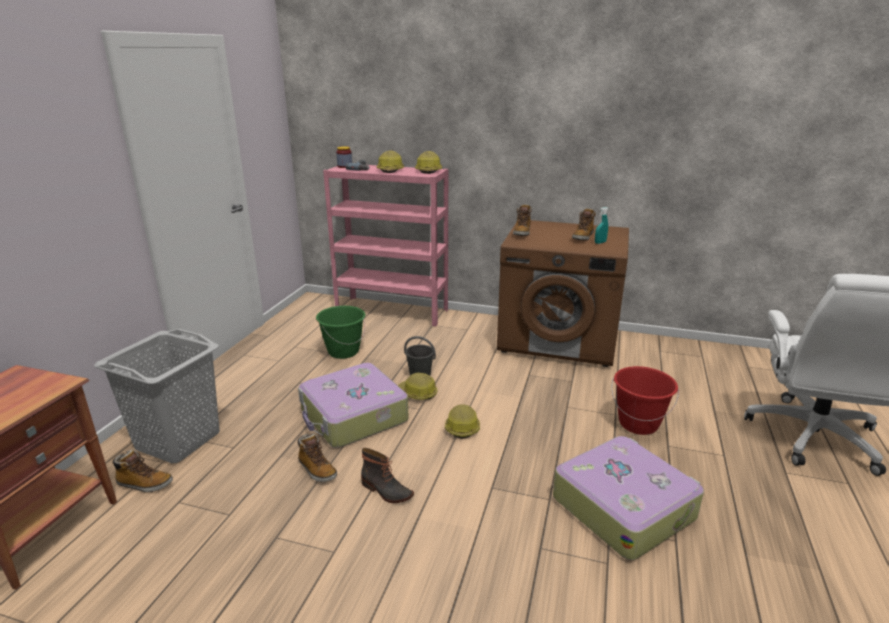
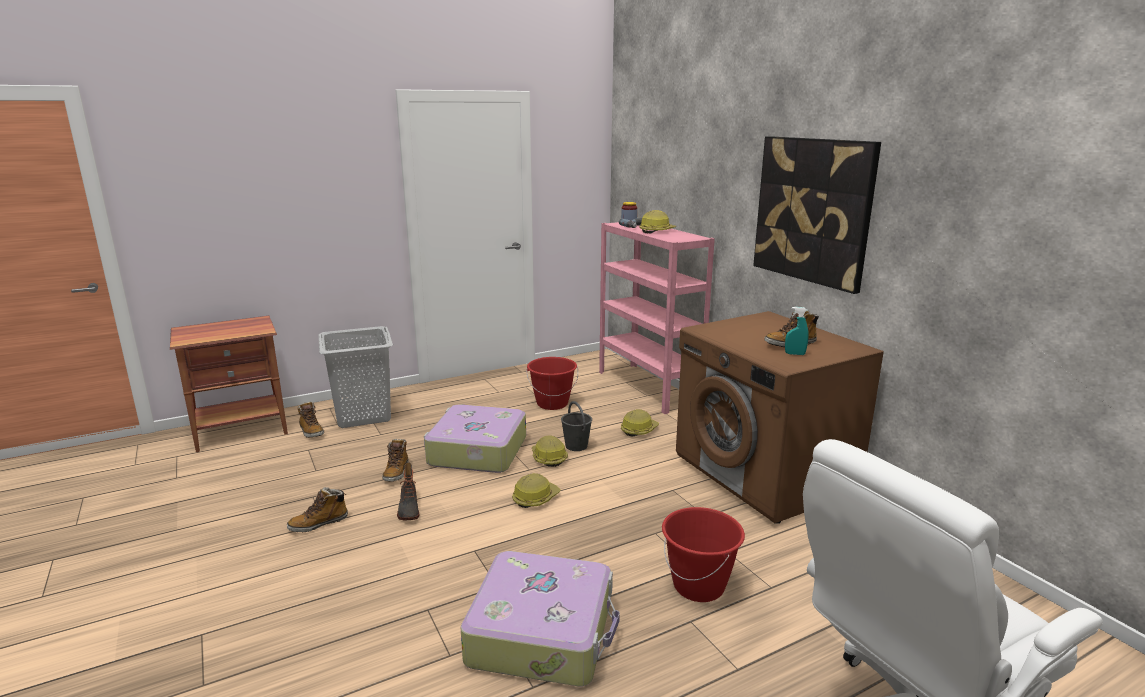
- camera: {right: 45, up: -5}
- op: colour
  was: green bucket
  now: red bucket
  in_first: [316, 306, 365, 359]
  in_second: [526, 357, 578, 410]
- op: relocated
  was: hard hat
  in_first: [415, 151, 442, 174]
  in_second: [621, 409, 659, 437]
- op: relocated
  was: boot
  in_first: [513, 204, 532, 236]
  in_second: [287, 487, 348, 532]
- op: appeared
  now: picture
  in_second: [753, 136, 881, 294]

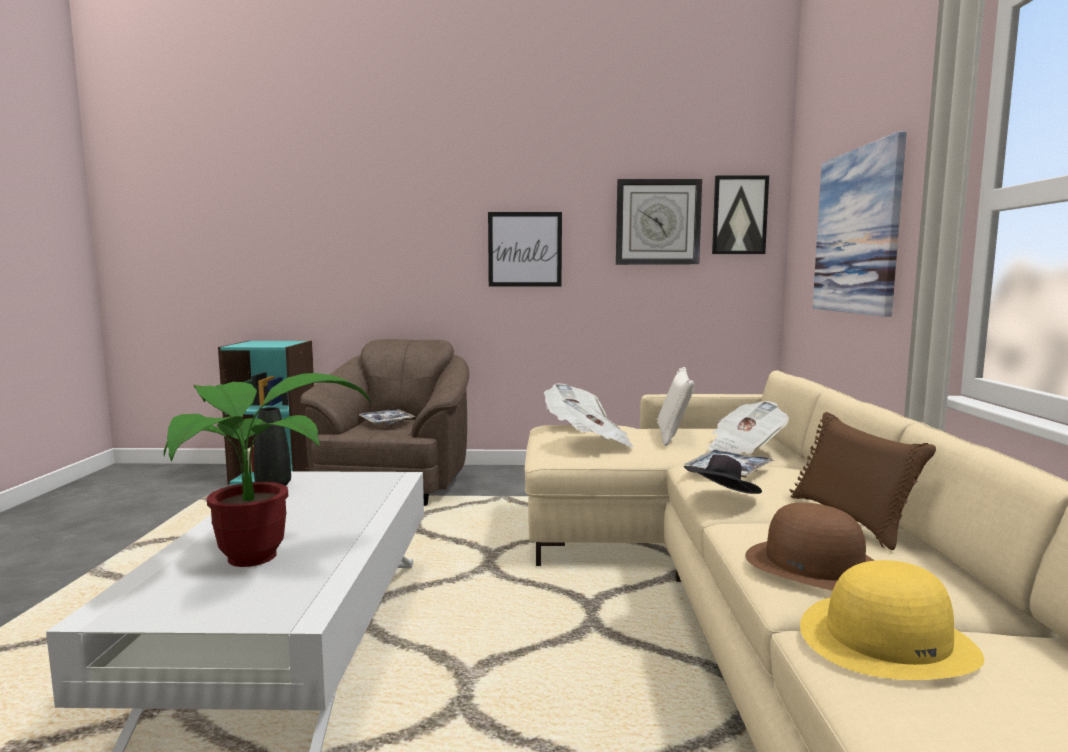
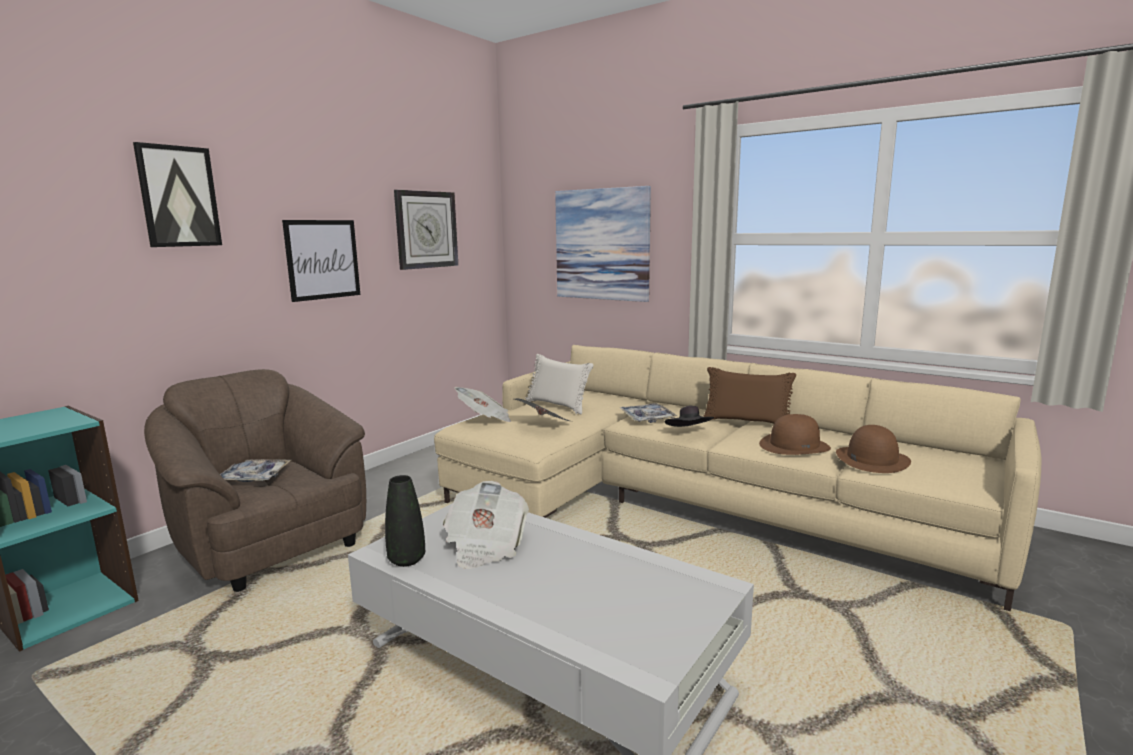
- camera: {right: -55, up: 5}
- op: missing
  was: potted plant
  in_first: [164, 373, 370, 567]
- op: relocated
  was: newspaper
  in_first: [707, 401, 789, 454]
  in_second: [443, 481, 529, 569]
- op: relocated
  was: picture
  in_first: [712, 175, 769, 254]
  in_second: [133, 142, 222, 247]
- op: colour
  was: yellow hat
  now: brown hat
  in_first: [800, 560, 984, 680]
  in_second: [836, 425, 911, 473]

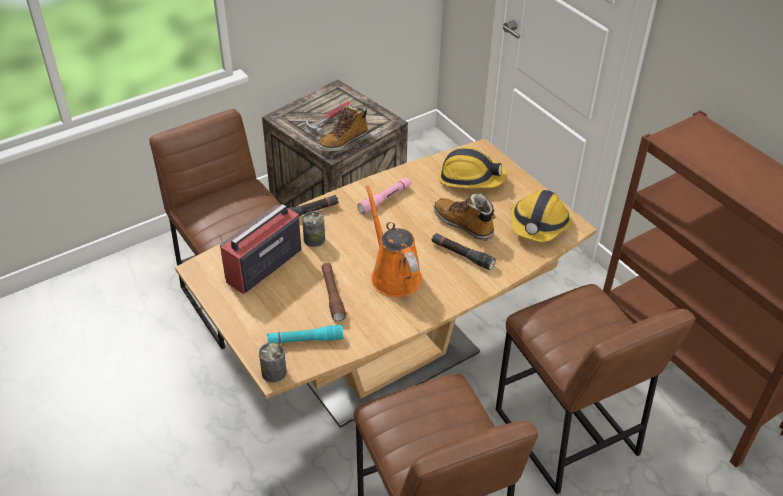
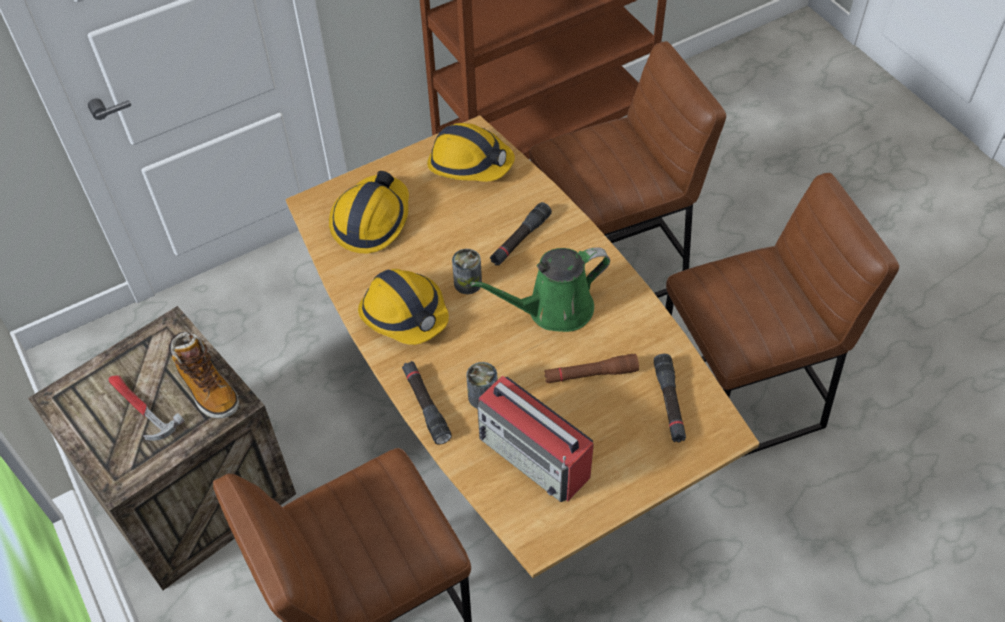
- camera: {right: -85, up: 10}
- op: relocated
  was: can
  in_first: [259, 342, 287, 383]
  in_second: [452, 249, 482, 294]
- op: colour
  was: turquoise flashlight
  now: black flashlight
  in_first: [267, 325, 343, 343]
  in_second: [654, 354, 686, 442]
- op: exchanged
  was: pink flashlight
  now: hard hat
  in_first: [357, 177, 411, 214]
  in_second: [358, 269, 449, 345]
- op: colour
  was: orange watering can
  now: green watering can
  in_first: [365, 185, 422, 297]
  in_second: [470, 247, 610, 332]
- op: missing
  was: boot
  in_first: [434, 193, 495, 240]

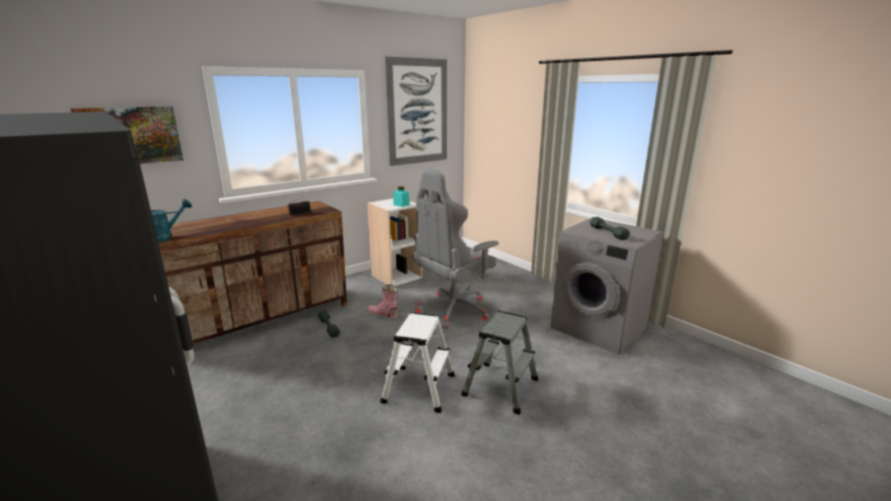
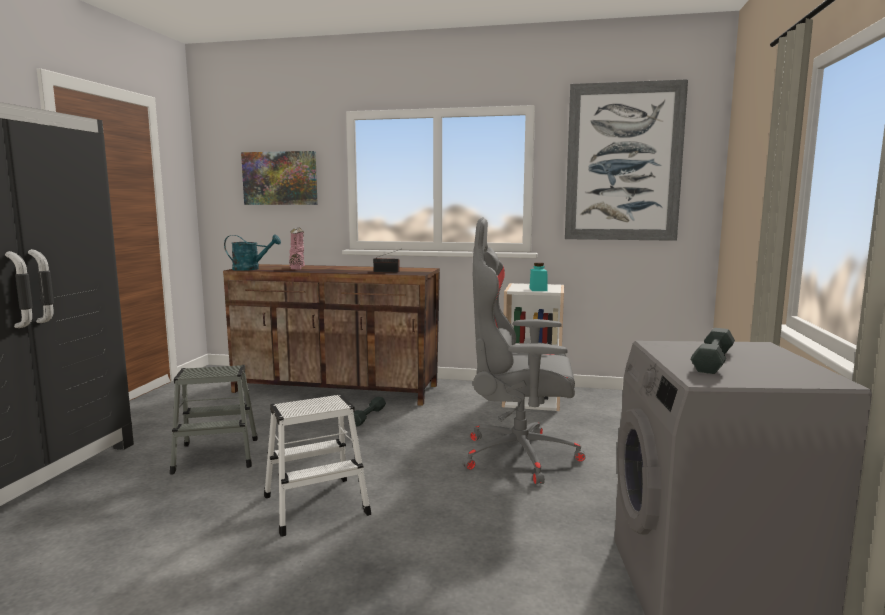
- camera: {right: 50, up: -10}
- op: relocated
  was: pink boot
  in_first: [368, 284, 398, 318]
  in_second: [289, 227, 305, 270]
- op: relocated
  was: grey step ladder
  in_first: [461, 310, 538, 415]
  in_second: [170, 365, 258, 475]

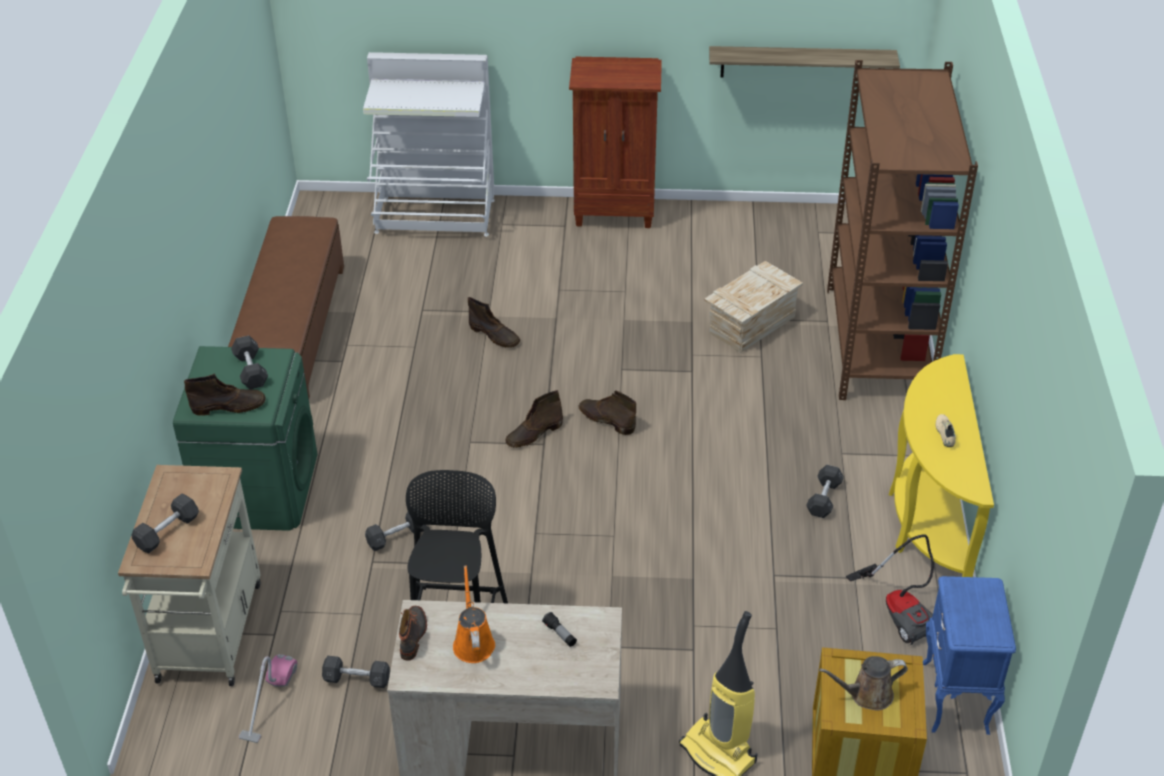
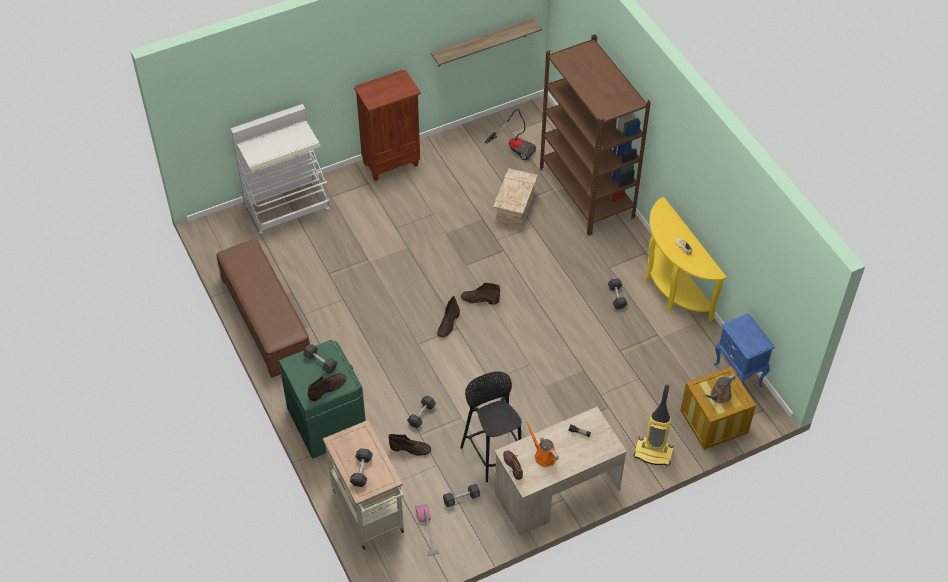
- camera: {right: -30, up: 10}
- op: relocated
  was: brown boot
  in_first: [468, 297, 520, 348]
  in_second: [389, 434, 431, 456]
- op: relocated
  was: vacuum cleaner
  in_first: [846, 534, 934, 645]
  in_second: [484, 109, 536, 160]

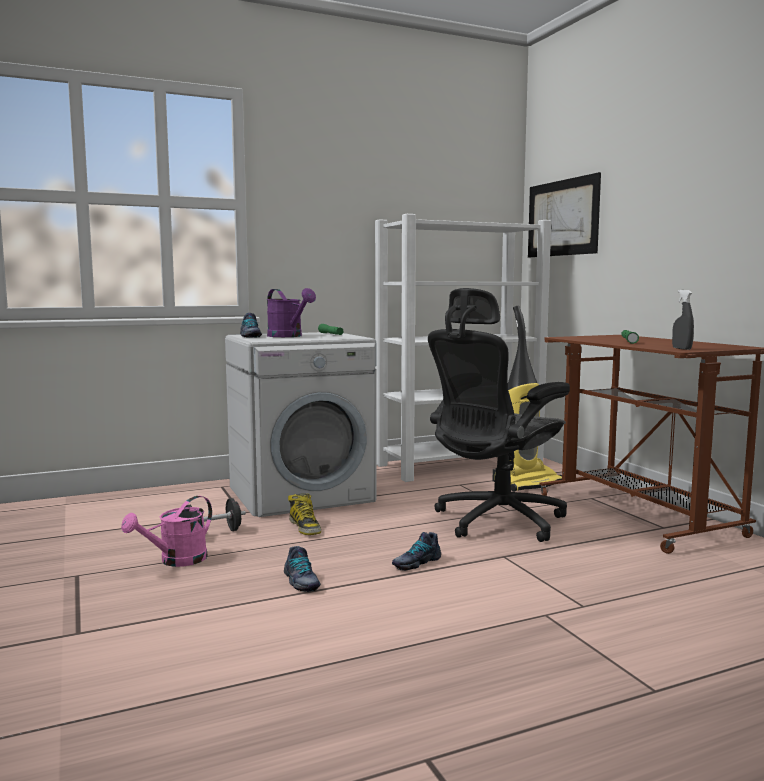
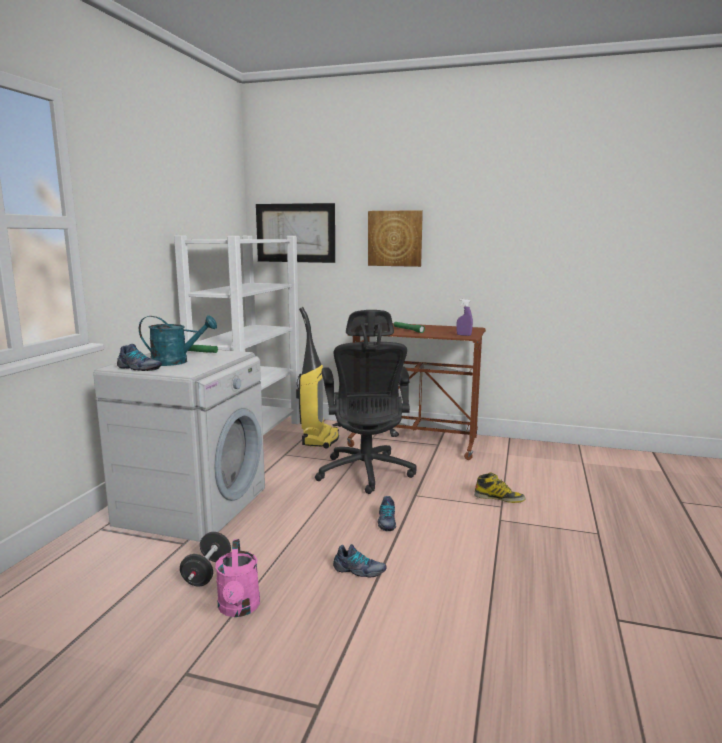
- camera: {right: -50, up: 5}
- op: colour
  was: purple watering can
  now: turquoise watering can
  in_first: [267, 288, 316, 337]
  in_second: [139, 315, 217, 366]
- op: relocated
  was: boot
  in_first: [288, 493, 321, 535]
  in_second: [474, 472, 525, 503]
- op: colour
  was: grey spray bottle
  now: purple spray bottle
  in_first: [672, 290, 694, 350]
  in_second: [456, 299, 473, 336]
- op: appeared
  now: picture
  in_second: [368, 210, 423, 267]

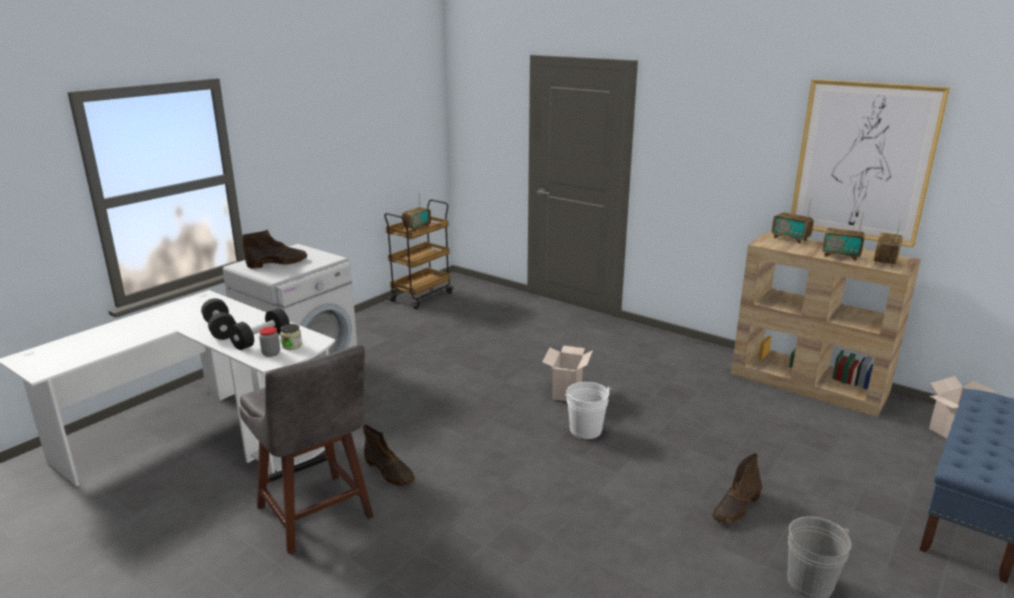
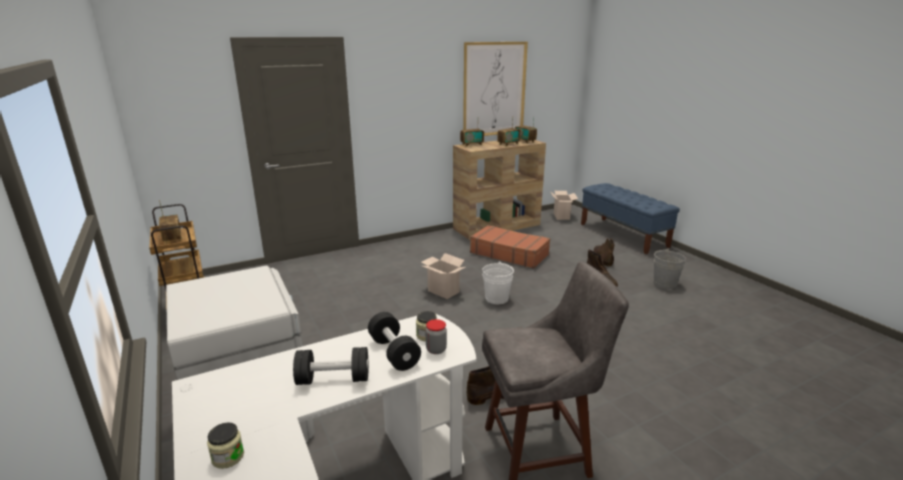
- camera: {right: -65, up: 0}
- op: relocated
  was: brown boot
  in_first: [243, 230, 307, 269]
  in_second: [594, 238, 615, 266]
- op: appeared
  now: jar
  in_second: [207, 423, 244, 469]
- op: appeared
  now: brown suitcase
  in_second: [470, 225, 550, 269]

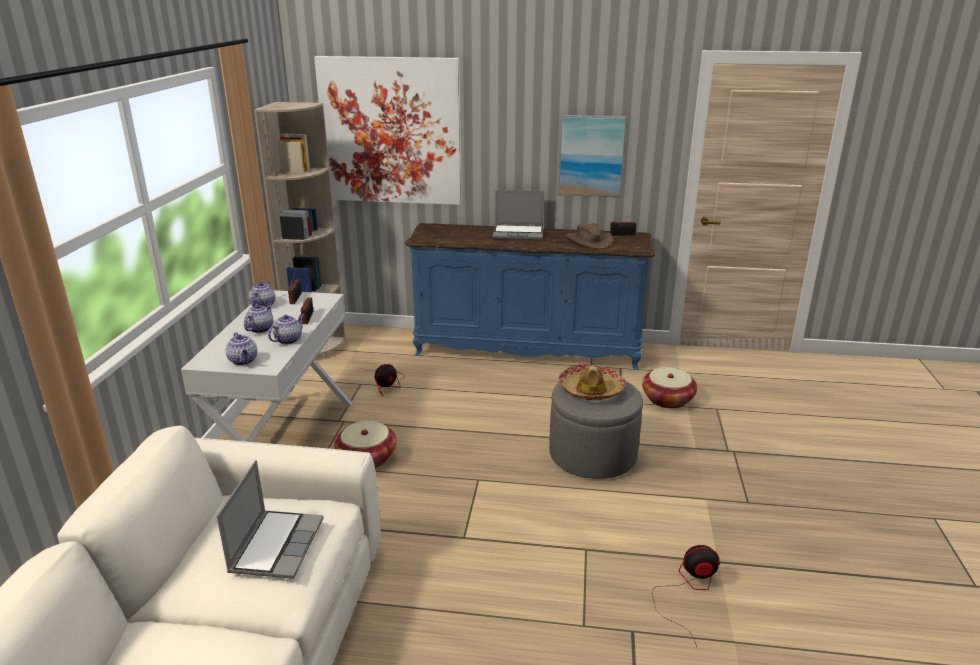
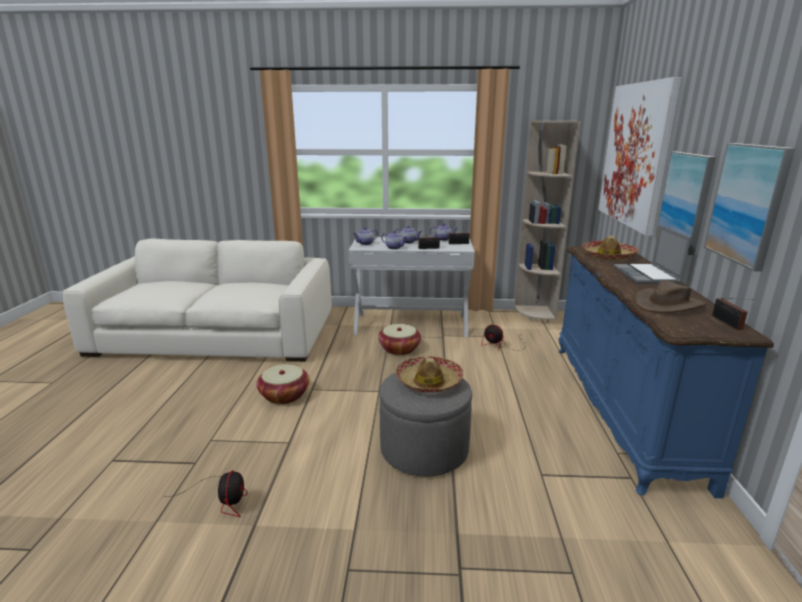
- camera: {right: 85, up: -5}
- op: missing
  was: laptop
  in_first: [217, 460, 324, 579]
- op: relocated
  was: basket
  in_first: [642, 367, 697, 409]
  in_second: [256, 364, 309, 404]
- op: appeared
  now: hat
  in_second: [582, 236, 639, 261]
- op: appeared
  now: picture
  in_second: [655, 152, 716, 255]

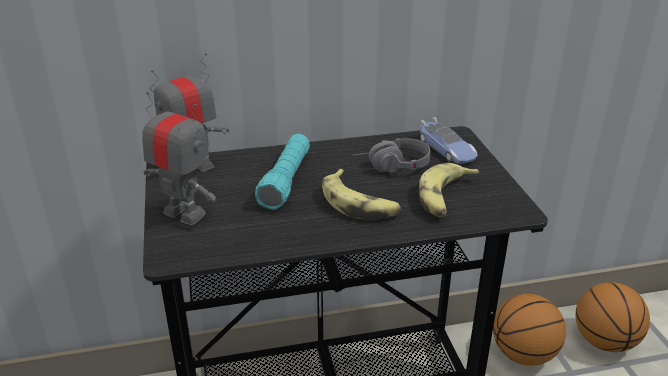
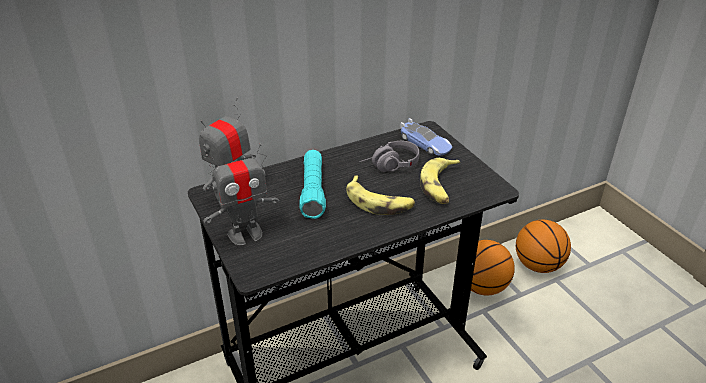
- camera: {right: -15, up: 5}
- op: spun
  was: toy robot
  in_first: [142, 91, 216, 225]
  in_second: [203, 143, 279, 245]
  clockwise: 135

